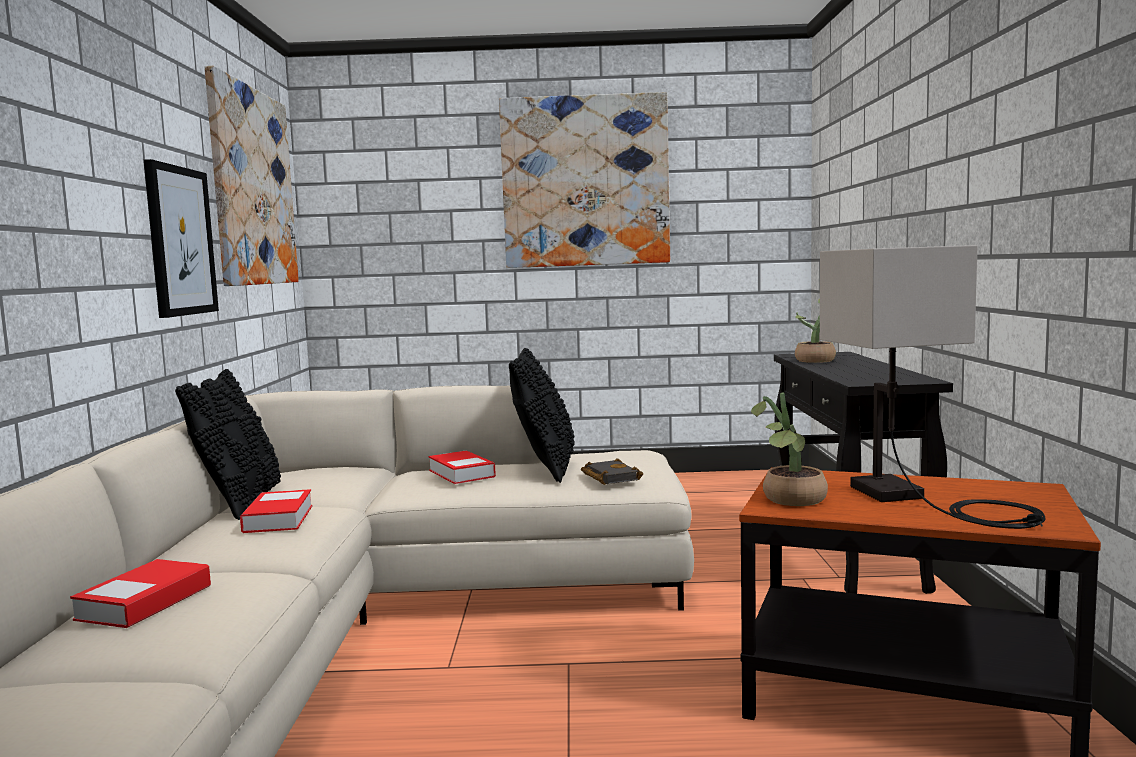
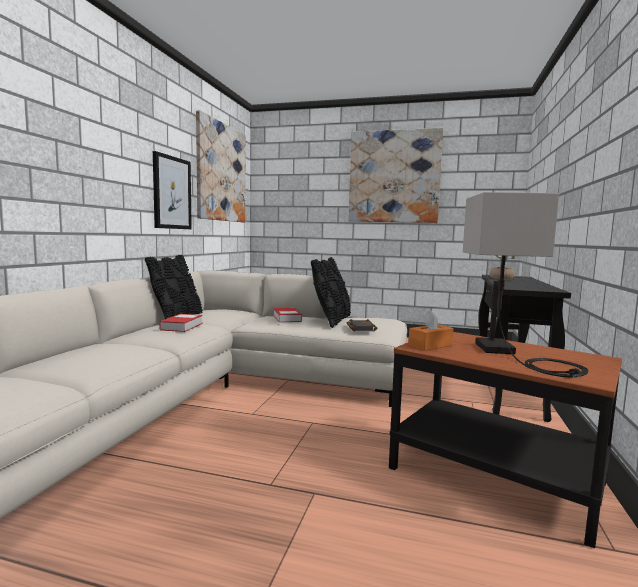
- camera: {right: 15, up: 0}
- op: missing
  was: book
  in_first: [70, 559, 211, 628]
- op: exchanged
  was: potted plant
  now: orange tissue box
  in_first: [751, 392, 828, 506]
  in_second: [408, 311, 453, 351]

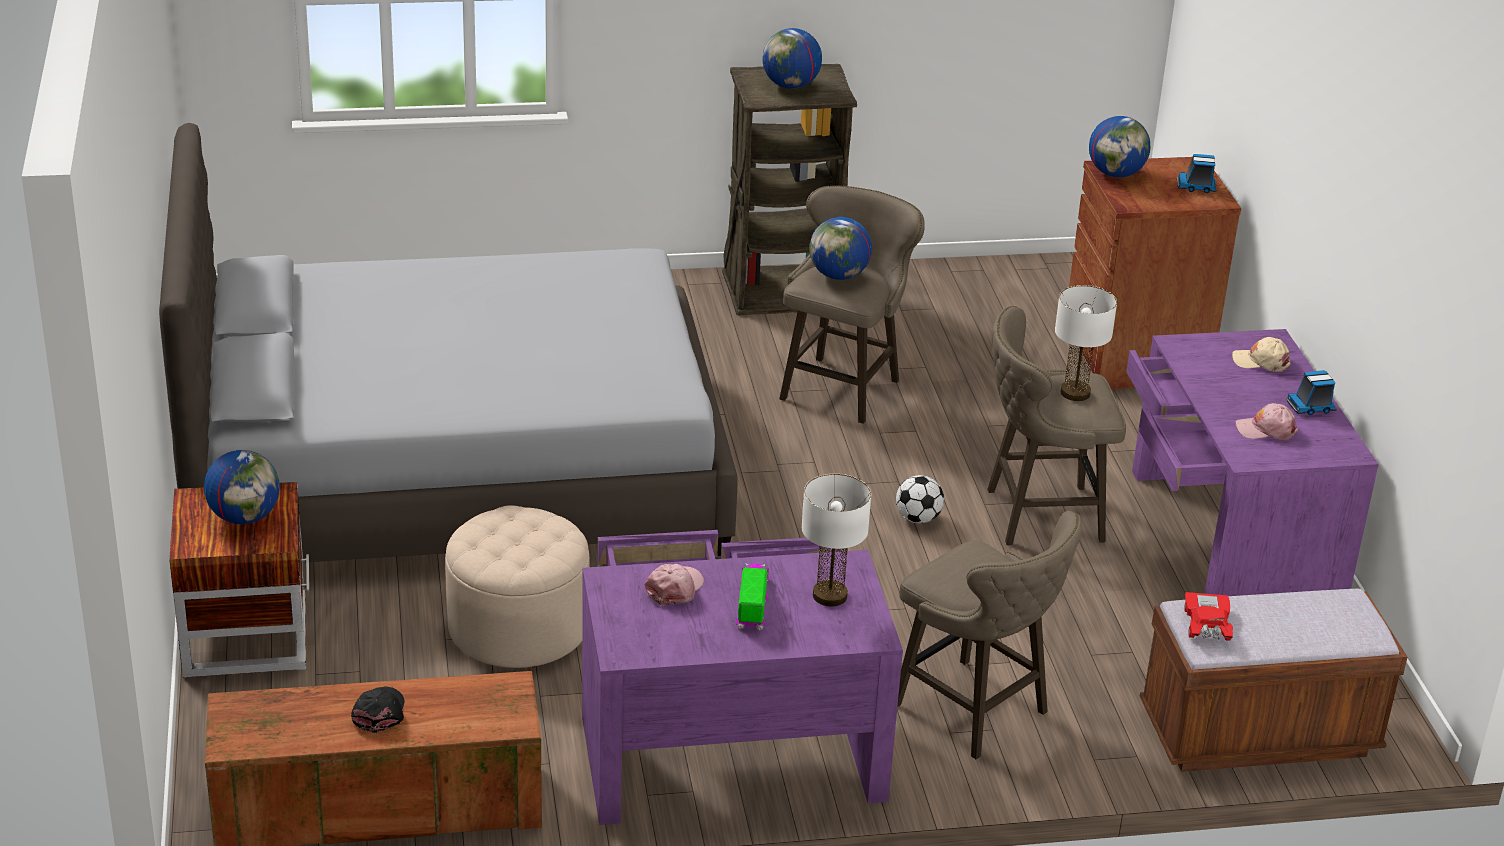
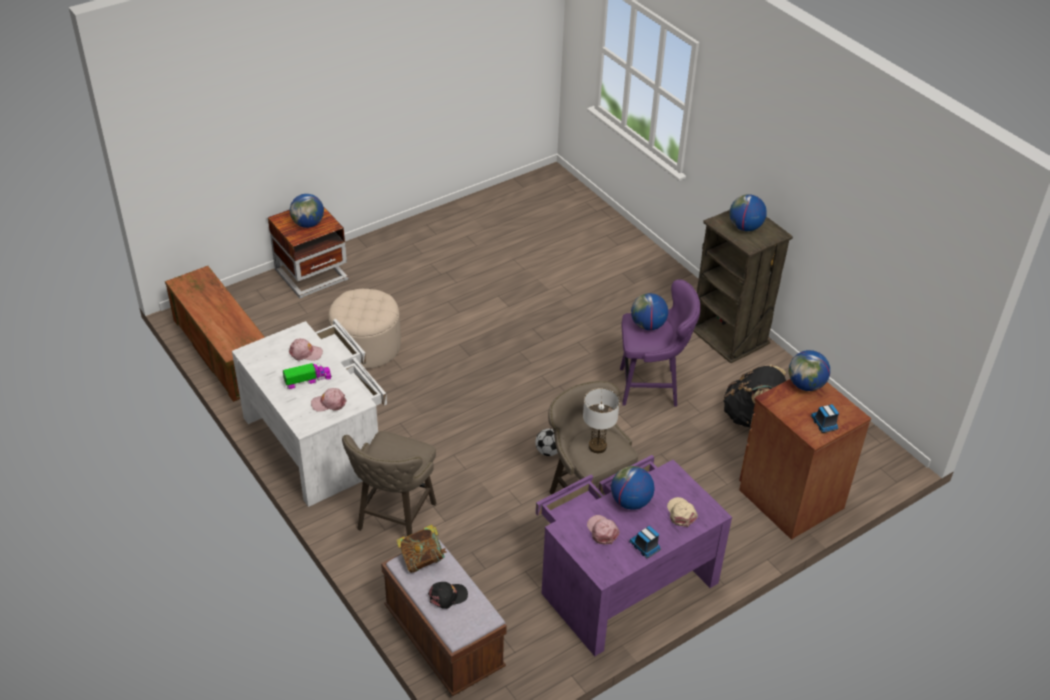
- camera: {right: 65, up: 10}
- op: missing
  was: grey bed
  in_first: [159, 123, 738, 563]
- op: relocated
  was: black cap
  in_first: [351, 686, 404, 733]
  in_second: [428, 582, 468, 609]
- op: colour
  was: purple desk
  now: white desk
  in_first: [582, 530, 903, 825]
  in_second: [232, 319, 387, 507]
- op: colour
  was: beige stool
  now: purple stool
  in_first: [779, 186, 925, 424]
  in_second: [620, 279, 700, 406]
- op: exchanged
  was: table lamp
  now: pink cap
  in_first: [802, 474, 871, 606]
  in_second: [311, 388, 346, 412]
- op: exchanged
  was: red toy car
  now: book
  in_first: [1184, 592, 1233, 641]
  in_second: [396, 524, 446, 573]
- op: appeared
  now: globe
  in_second: [611, 466, 655, 510]
- op: appeared
  now: black backpack
  in_second: [723, 365, 786, 428]

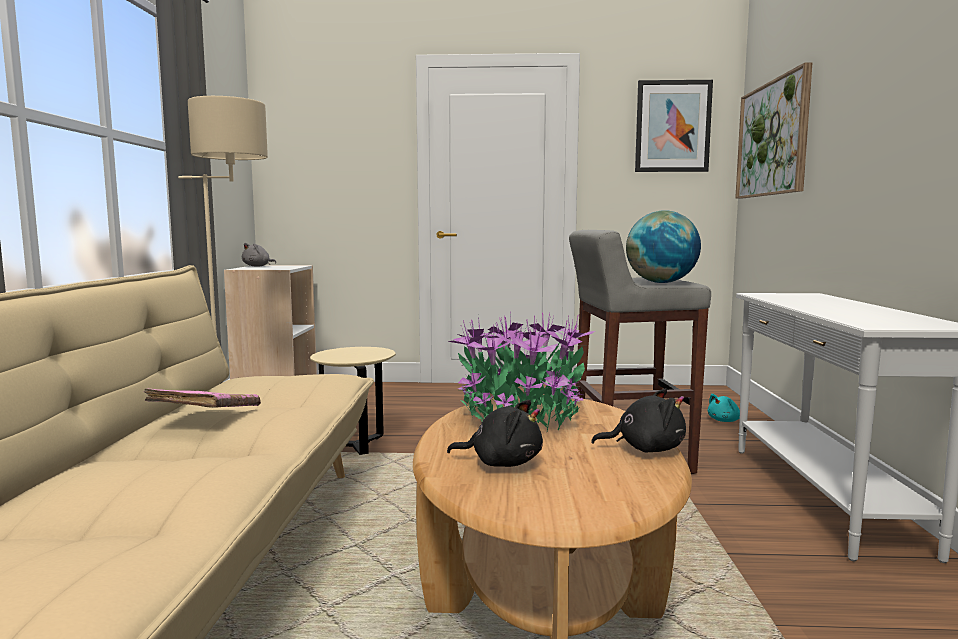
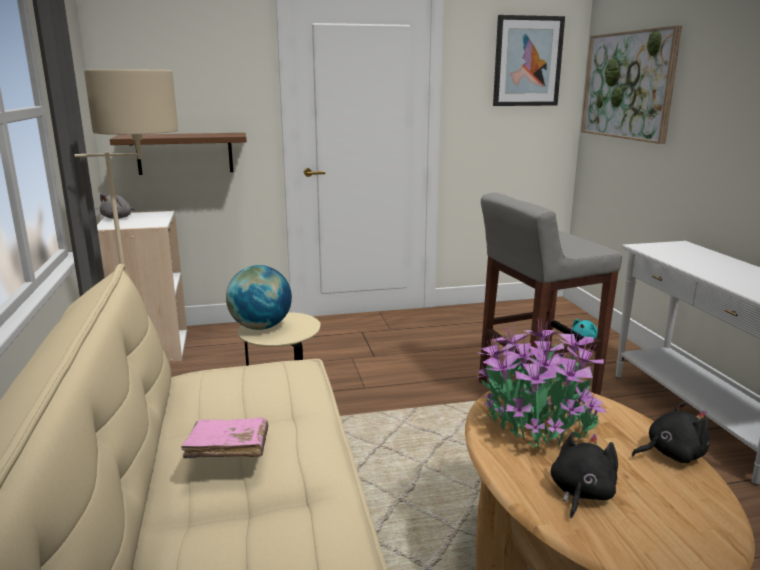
- camera: {right: -15, up: 10}
- op: spun
  was: black plush toy
  in_first: [447, 400, 543, 467]
  in_second: [551, 432, 618, 519]
  clockwise: -60
- op: relocated
  was: globe
  in_first: [626, 210, 701, 283]
  in_second: [226, 265, 292, 330]
- op: appeared
  now: brown shelf
  in_second: [110, 133, 247, 175]

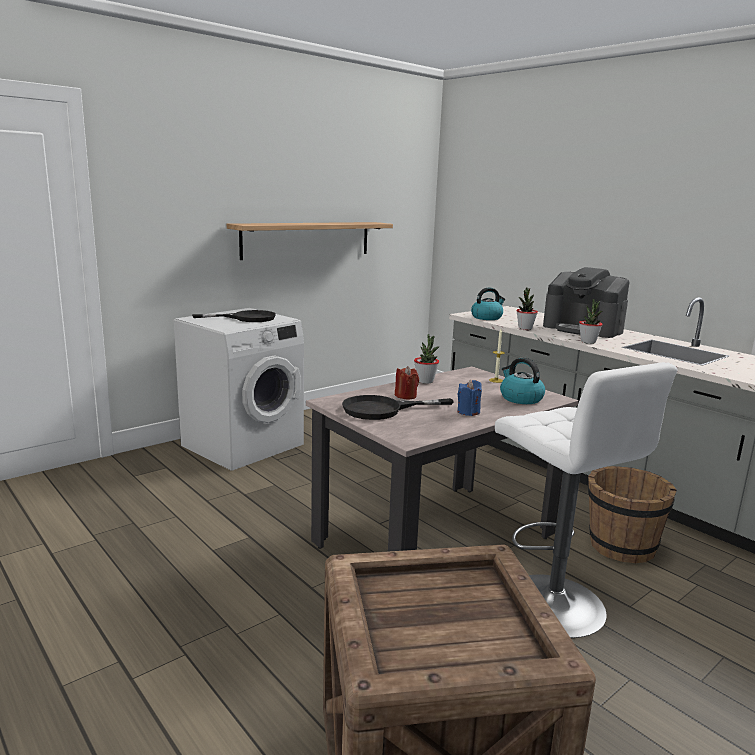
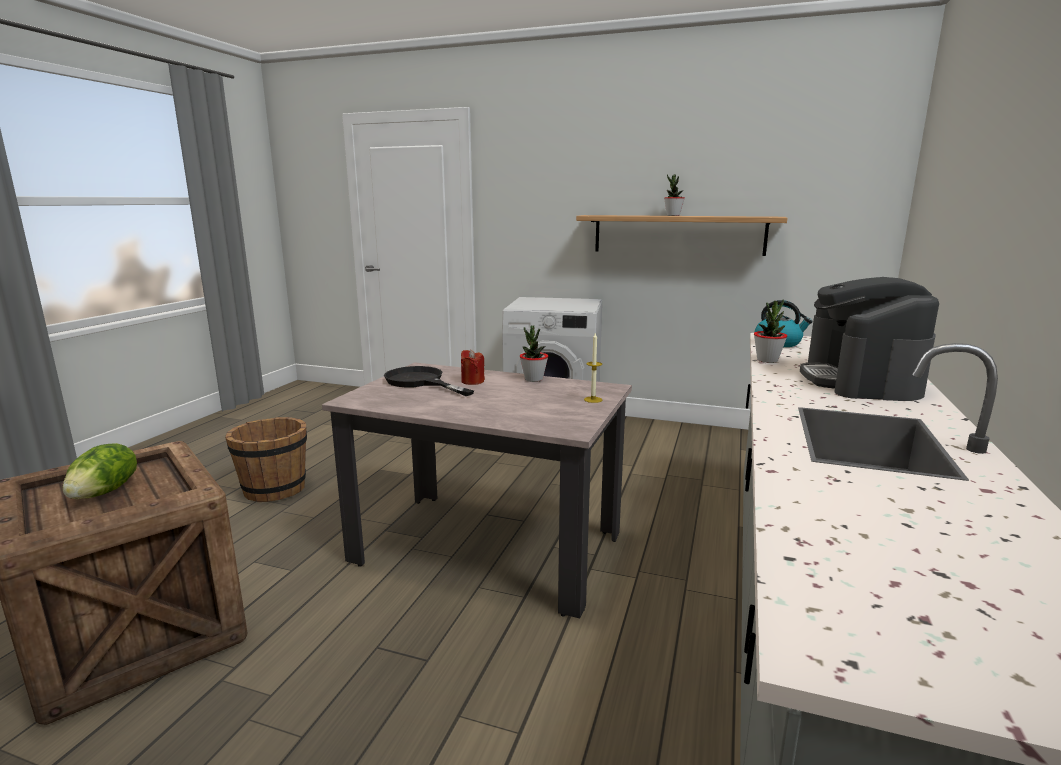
- camera: {right: 60, up: 0}
- op: missing
  was: black frying pan
  in_first: [192, 310, 276, 322]
- op: missing
  was: blue candle
  in_first: [457, 380, 482, 416]
- op: missing
  was: white stool
  in_first: [495, 362, 677, 638]
- op: missing
  was: kettle
  in_first: [500, 358, 545, 404]
- op: relocated
  was: potted plant
  in_first: [579, 299, 603, 344]
  in_second: [664, 174, 685, 216]
- op: relocated
  was: brown bucket
  in_first: [588, 466, 677, 563]
  in_second: [225, 417, 307, 502]
- op: appeared
  now: lettuce
  in_second: [62, 443, 137, 499]

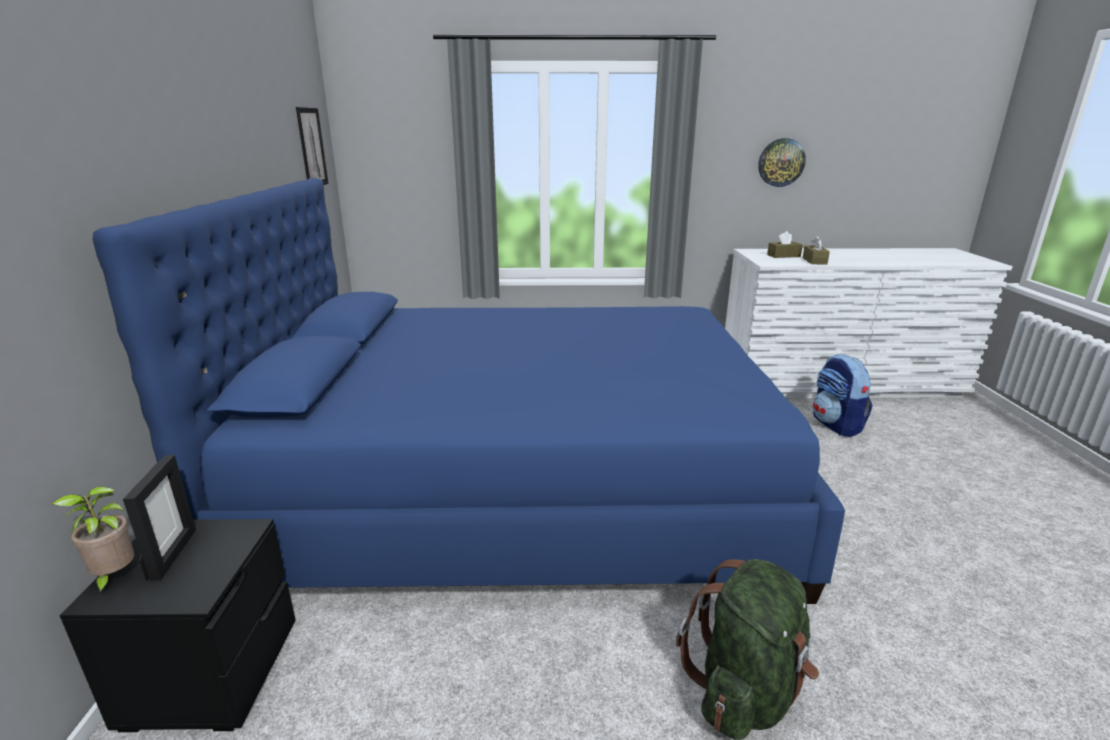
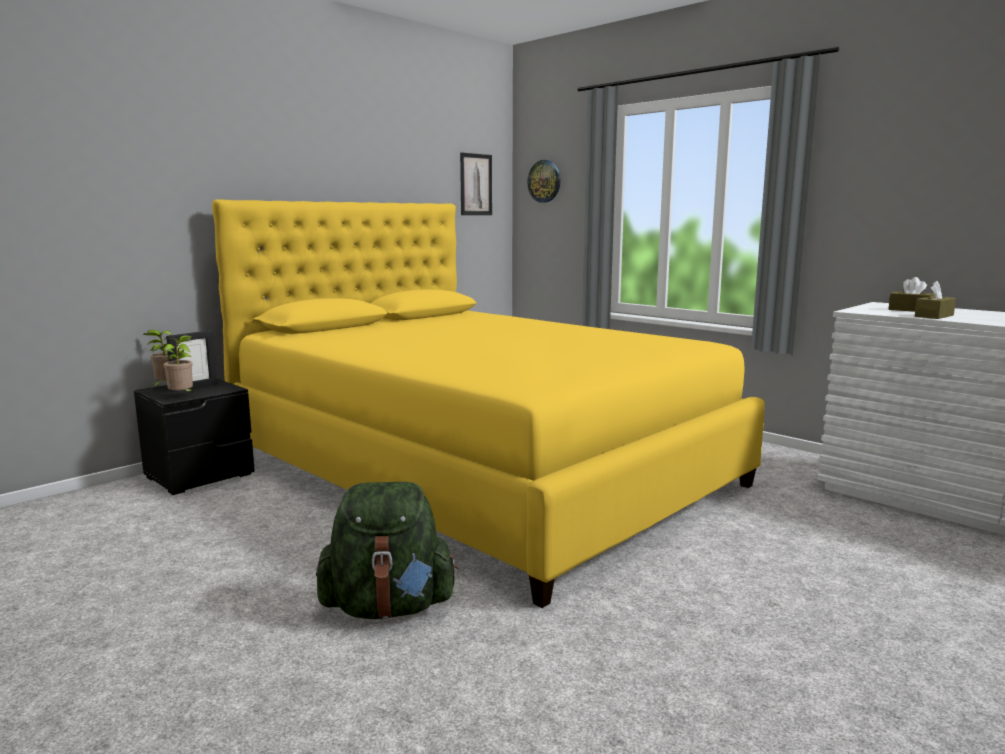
- camera: {right: 45, up: -10}
- op: colour
  was: blue bed
  now: yellow bed
  in_first: [93, 178, 845, 604]
  in_second: [212, 199, 765, 608]
- op: relocated
  was: wall clock
  in_first: [758, 138, 806, 187]
  in_second: [527, 160, 561, 203]
- op: missing
  was: backpack
  in_first: [813, 354, 873, 437]
- op: appeared
  now: potted plant
  in_second: [163, 335, 193, 392]

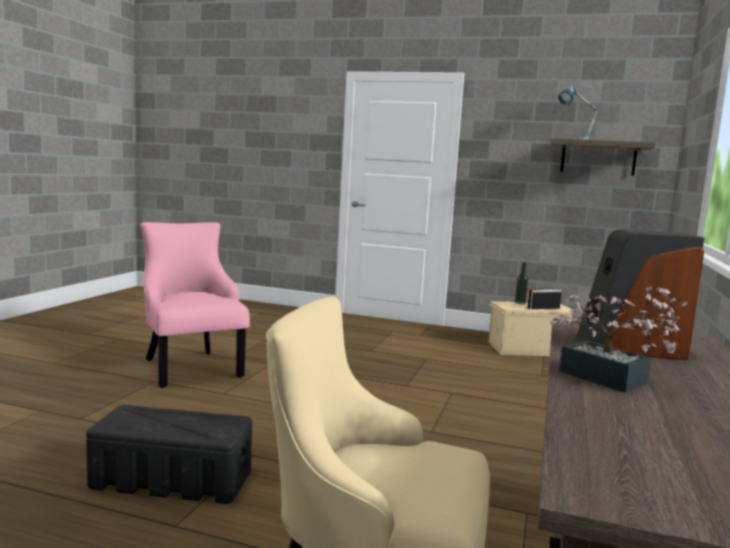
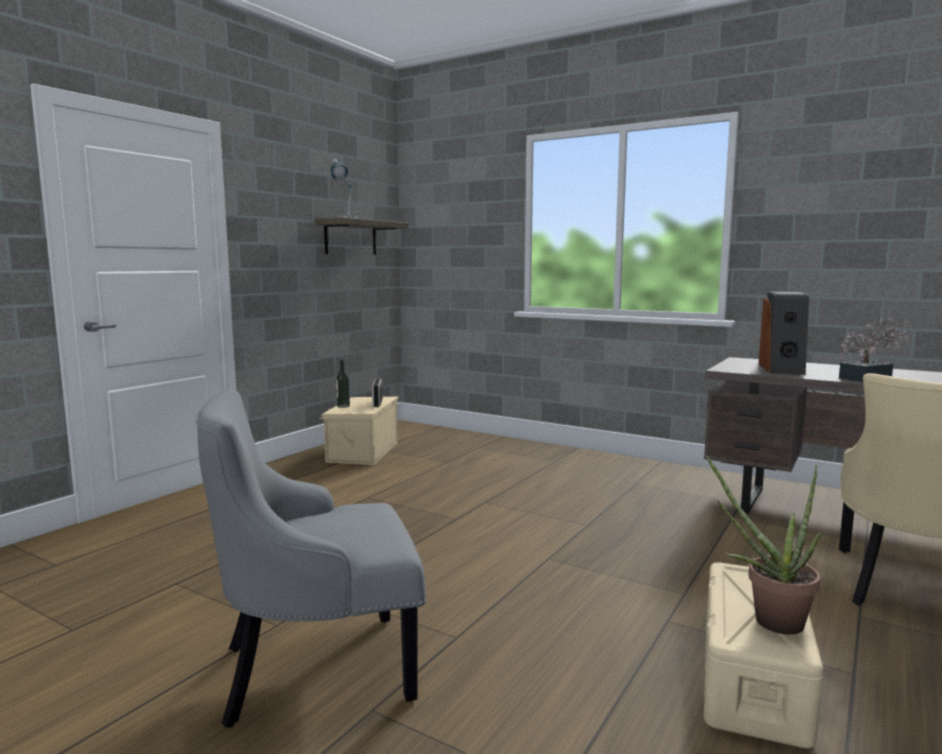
- camera: {right: -75, up: 0}
- op: colour
  was: black storage box
  now: beige storage box
  in_first: [86, 405, 252, 504]
  in_second: [704, 562, 823, 749]
- op: colour
  was: pink chair
  now: grey chair
  in_first: [140, 222, 250, 388]
  in_second: [196, 389, 426, 728]
- op: appeared
  now: potted plant
  in_second: [706, 455, 822, 635]

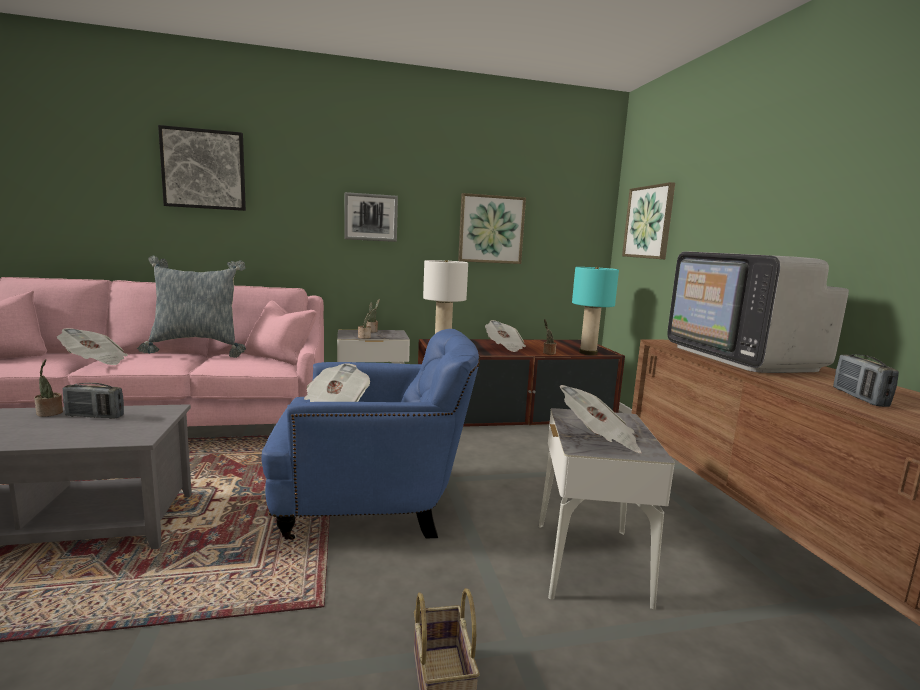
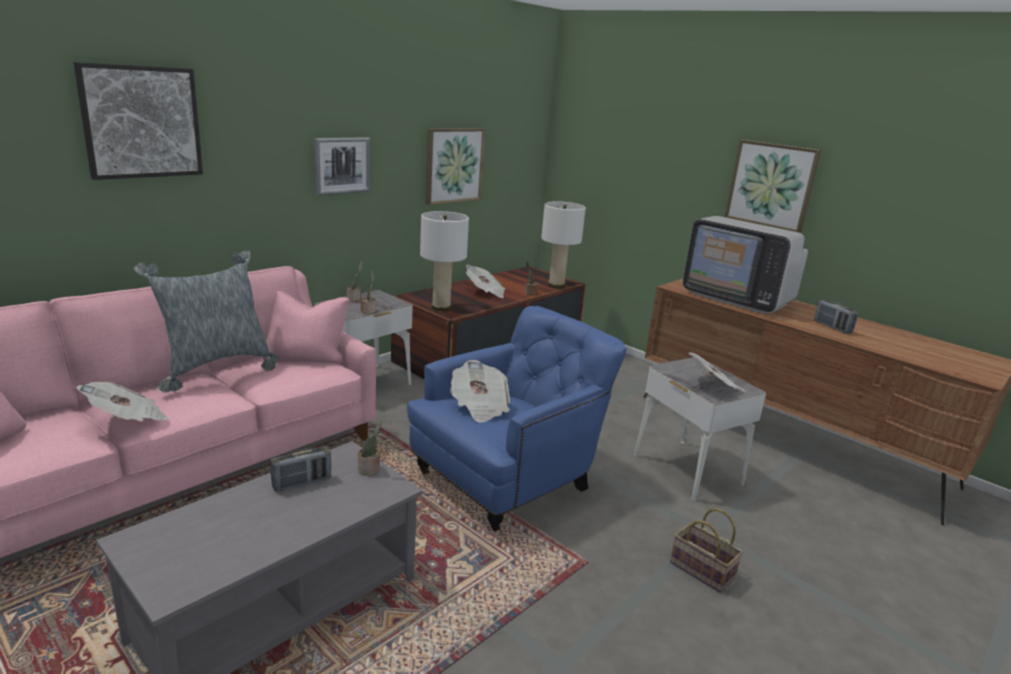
- camera: {right: -35, up: 10}
- op: relocated
  was: potted plant
  in_first: [34, 359, 63, 417]
  in_second: [358, 418, 383, 476]
- op: colour
  was: turquoise table lamp
  now: white table lamp
  in_first: [572, 267, 619, 355]
  in_second: [541, 201, 586, 289]
- op: relocated
  was: picture
  in_first: [622, 182, 675, 259]
  in_second: [725, 140, 821, 233]

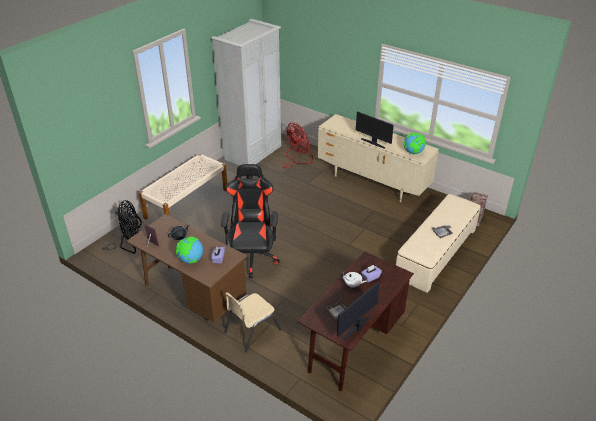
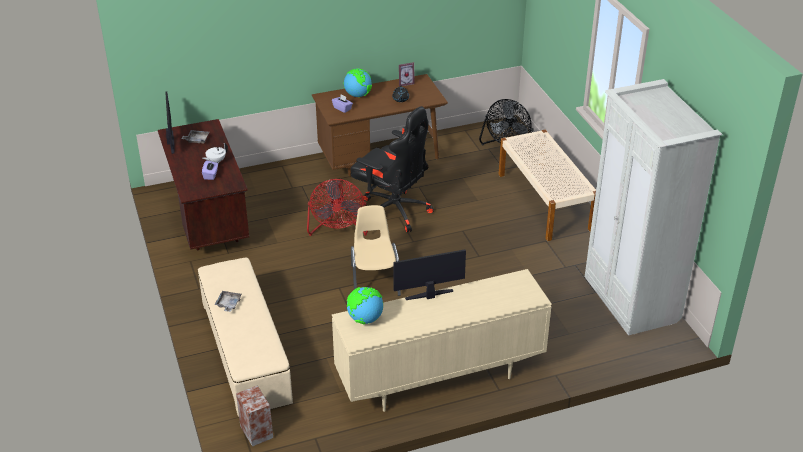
- camera: {right: 125, up: 0}
- op: relocated
  was: beige chair
  in_first: [224, 292, 281, 352]
  in_second: [351, 205, 401, 296]
- op: relocated
  was: red fan
  in_first: [283, 123, 313, 168]
  in_second: [307, 178, 368, 236]

